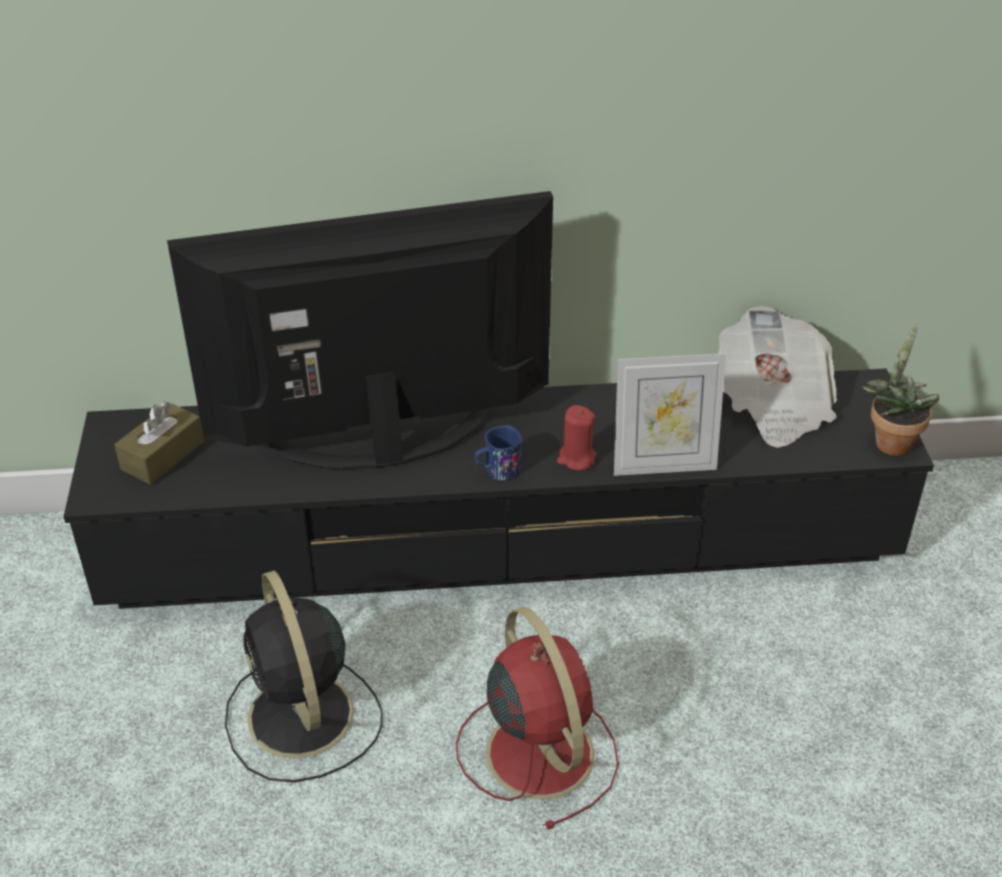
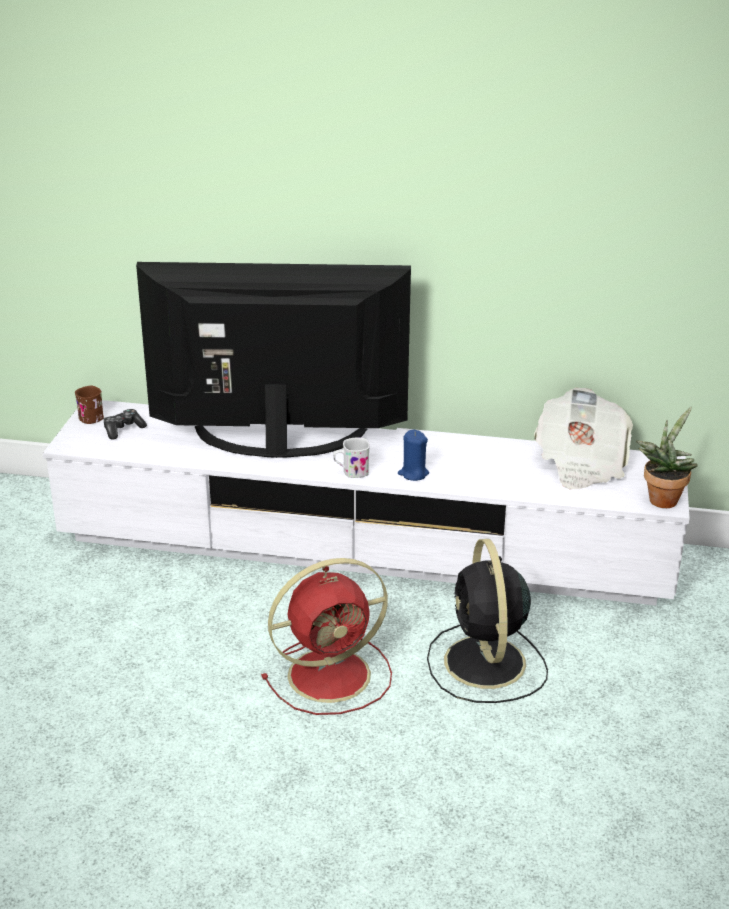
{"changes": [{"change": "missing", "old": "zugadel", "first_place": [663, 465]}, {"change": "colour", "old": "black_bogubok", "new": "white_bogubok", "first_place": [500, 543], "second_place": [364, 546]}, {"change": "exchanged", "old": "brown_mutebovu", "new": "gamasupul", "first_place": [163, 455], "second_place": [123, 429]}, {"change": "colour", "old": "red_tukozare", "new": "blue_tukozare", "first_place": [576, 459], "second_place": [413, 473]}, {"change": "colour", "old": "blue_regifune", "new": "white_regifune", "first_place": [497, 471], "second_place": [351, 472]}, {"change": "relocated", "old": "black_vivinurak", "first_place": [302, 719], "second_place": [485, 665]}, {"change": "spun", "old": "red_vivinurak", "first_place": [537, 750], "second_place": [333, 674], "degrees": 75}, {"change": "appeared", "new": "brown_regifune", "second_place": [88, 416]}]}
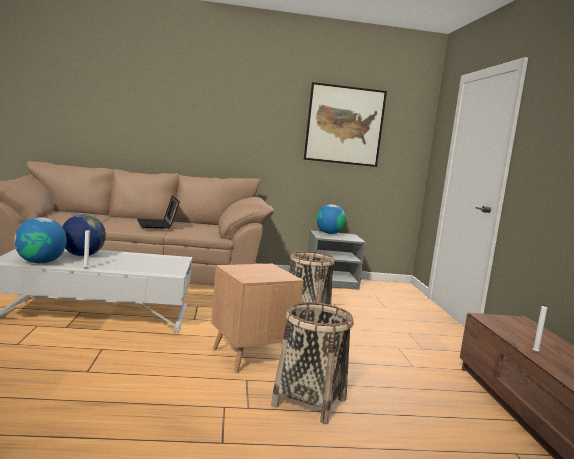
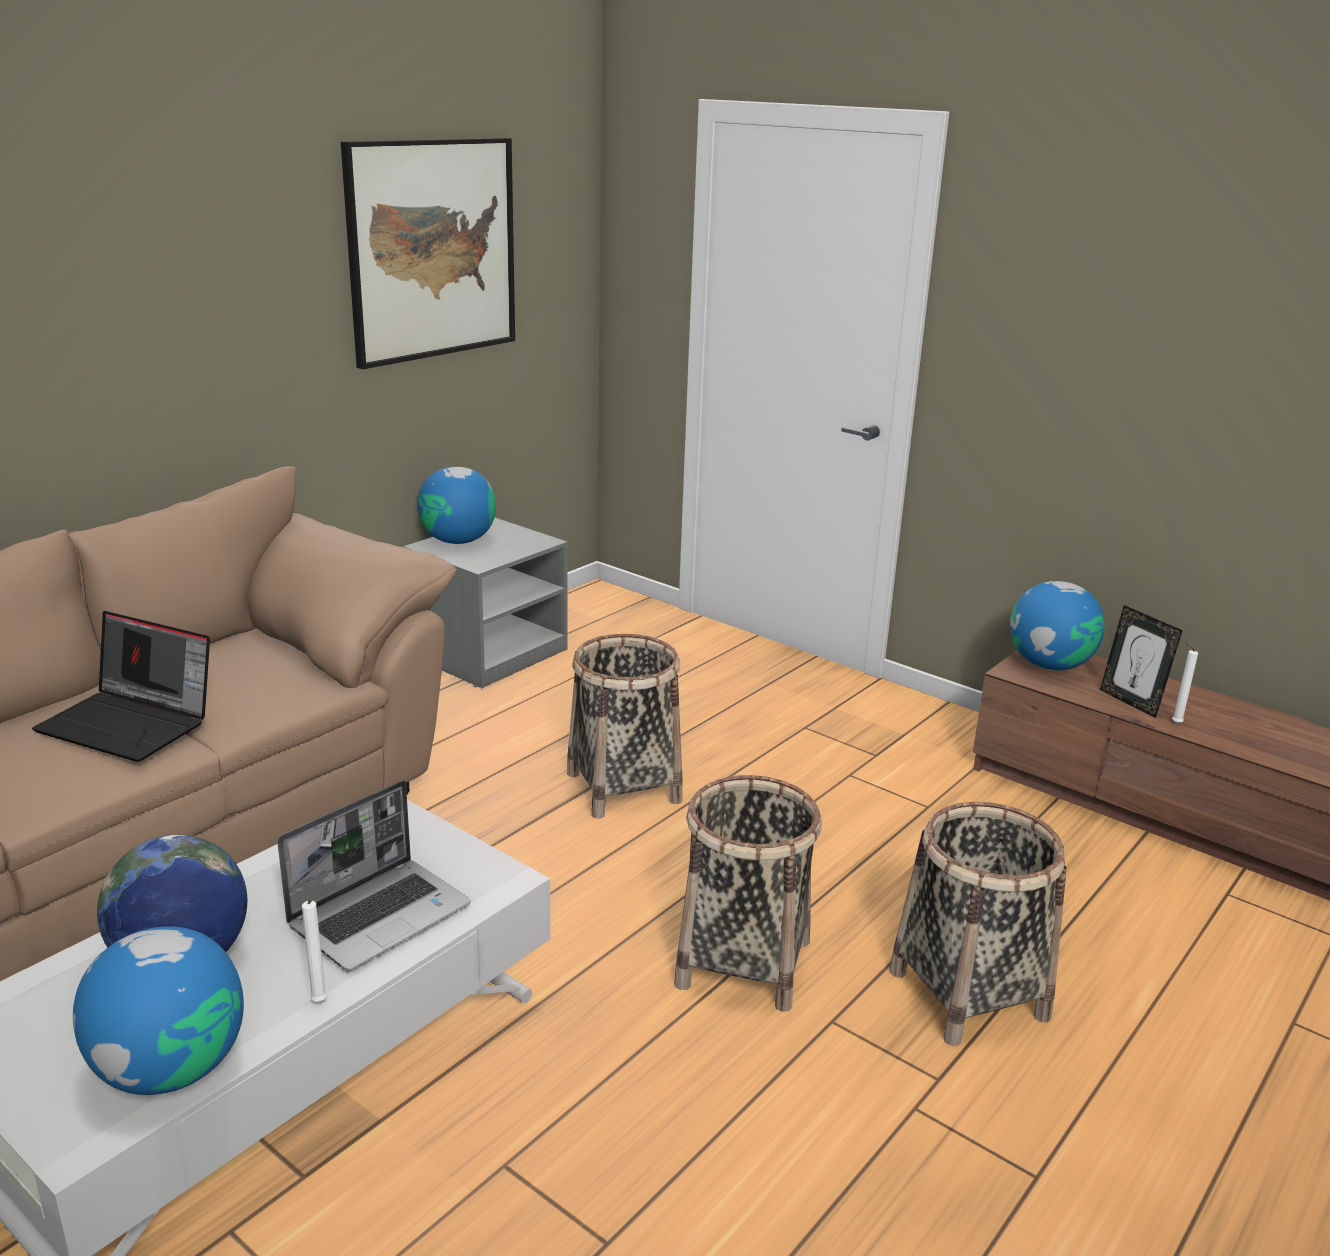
{"changes": [{"change": "exchanged", "old": "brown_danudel", "new": "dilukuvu", "first_place": [250, 357], "second_place": [743, 963]}, {"change": "appeared", "new": "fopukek", "second_place": [1050, 665]}, {"change": "appeared", "new": "zugadel", "second_place": [1130, 702]}, {"change": "appeared", "new": "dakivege", "second_place": [381, 914]}]}
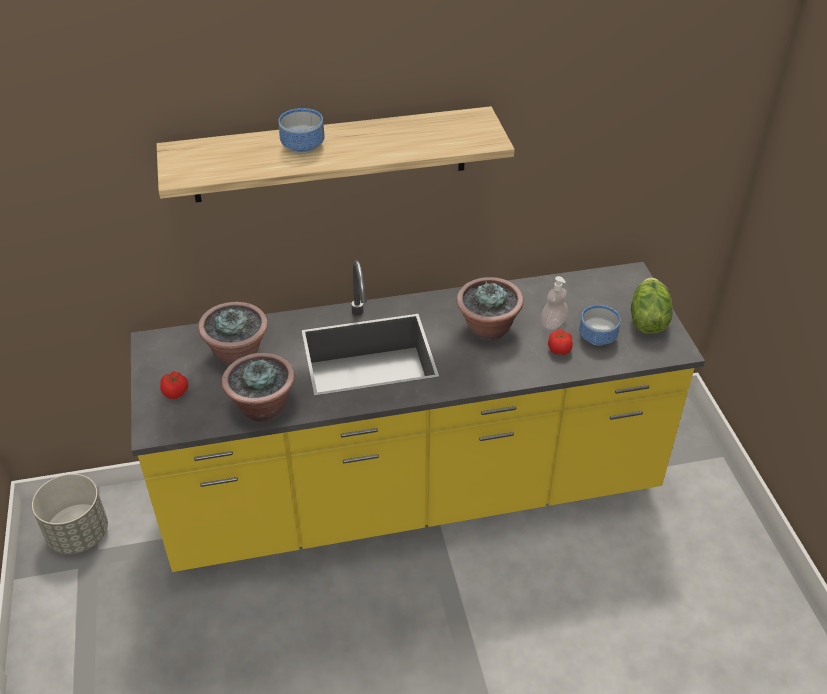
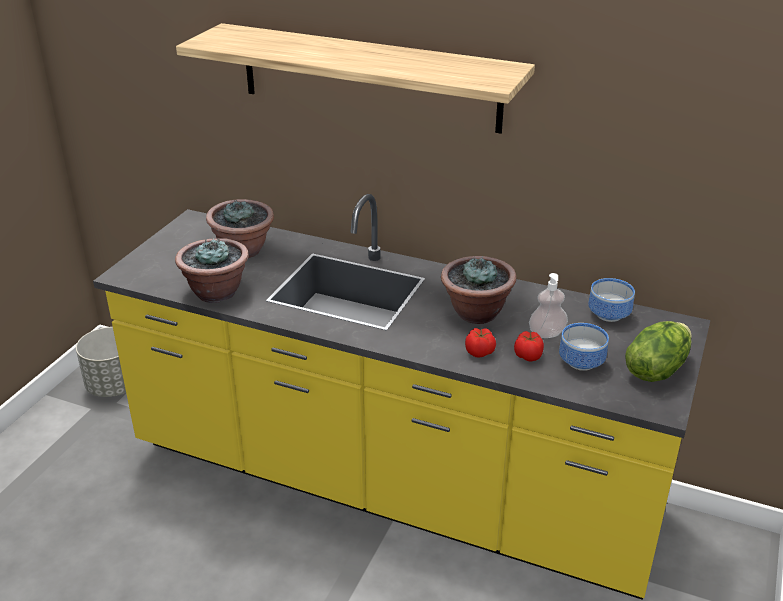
{"changes": [{"change": "relocated", "old": "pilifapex", "first_place": [304, 145], "second_place": [610, 314]}, {"change": "relocated", "old": "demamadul", "first_place": [176, 392], "second_place": [480, 352]}]}
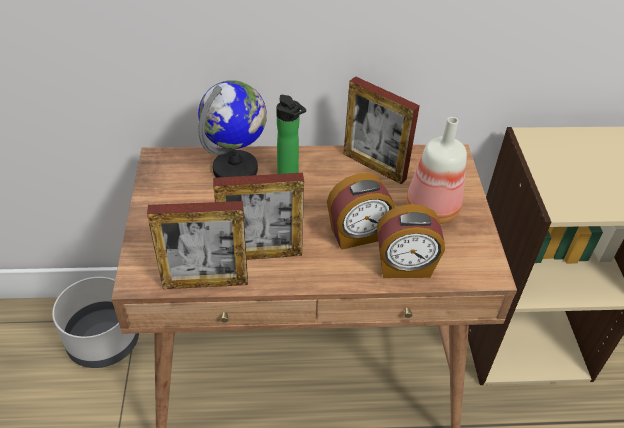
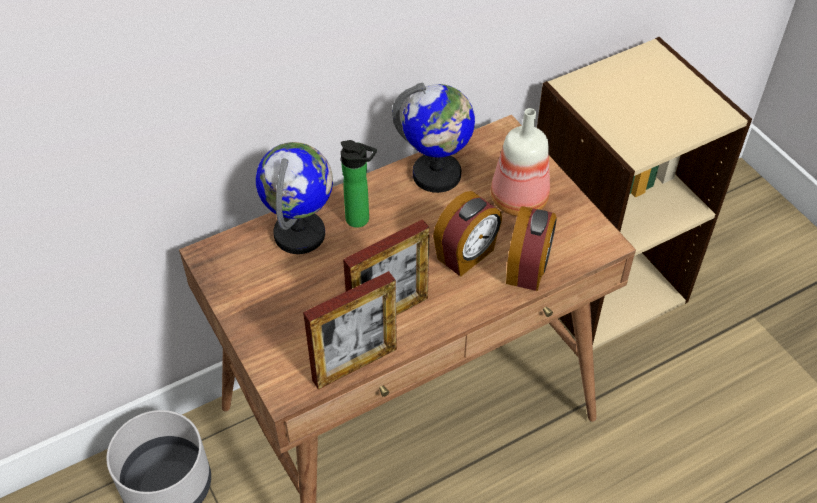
{"changes": [{"change": "exchanged", "old": "zugadel", "new": "fopukek", "first_place": [374, 166], "second_place": [437, 175]}, {"change": "spun", "old": "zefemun", "first_place": [404, 267], "second_place": [528, 269], "degrees": -45}]}
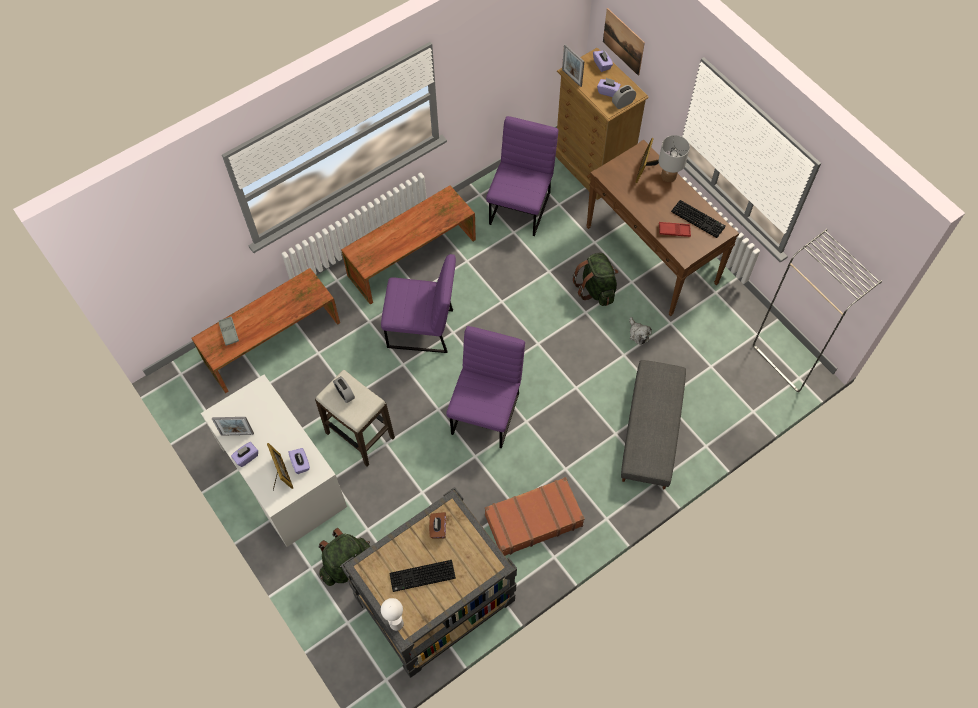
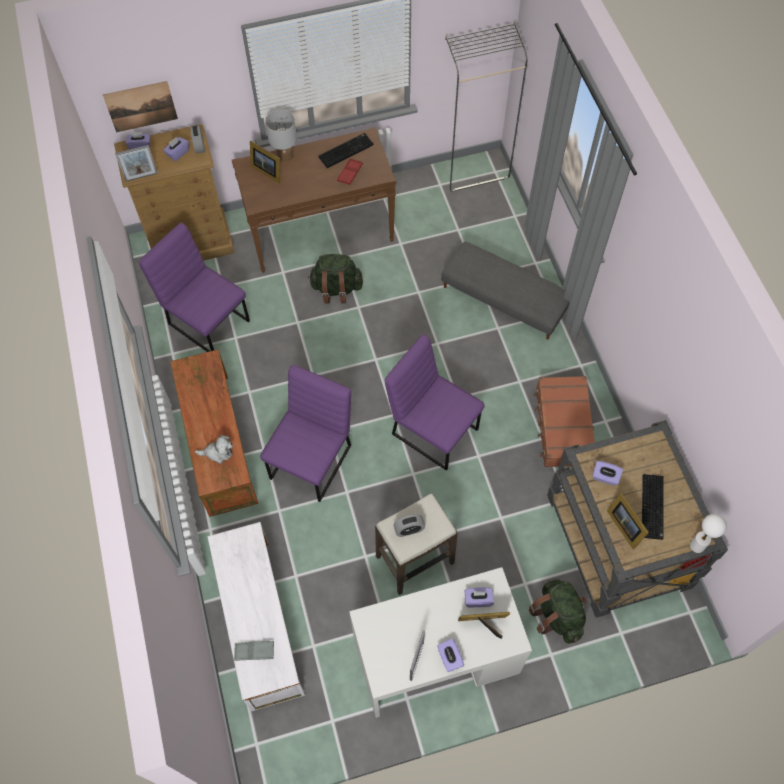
{"changes": [{"change": "colour", "old": "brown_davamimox", "new": "white_davamimox", "first_place": [272, 340], "second_place": [258, 622]}, {"change": "relocated", "old": "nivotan", "first_place": [638, 334], "second_place": [218, 452]}, {"change": "colour", "old": "brown_mutebovu", "new": "purple_mutebovu", "first_place": [438, 528], "second_place": [605, 477]}, {"change": "appeared", "new": "zugadel", "second_place": [624, 525]}]}
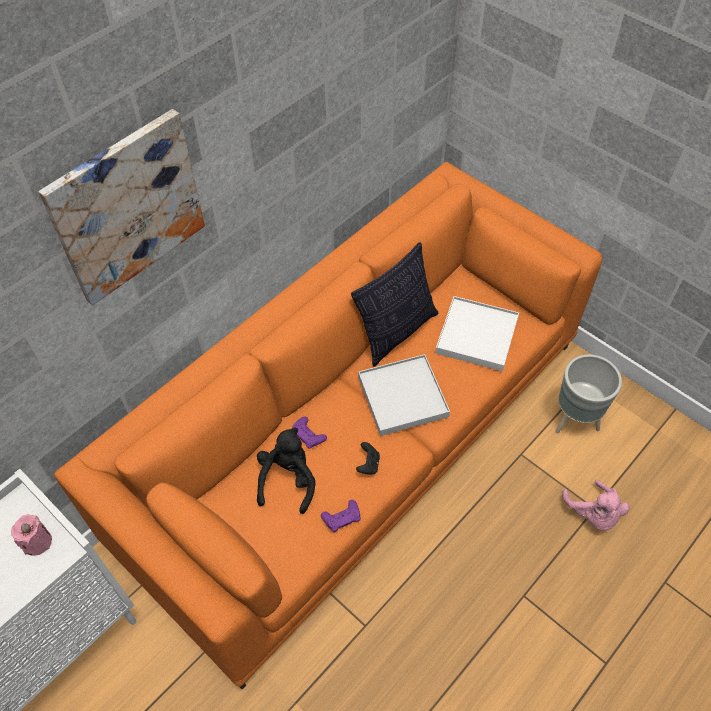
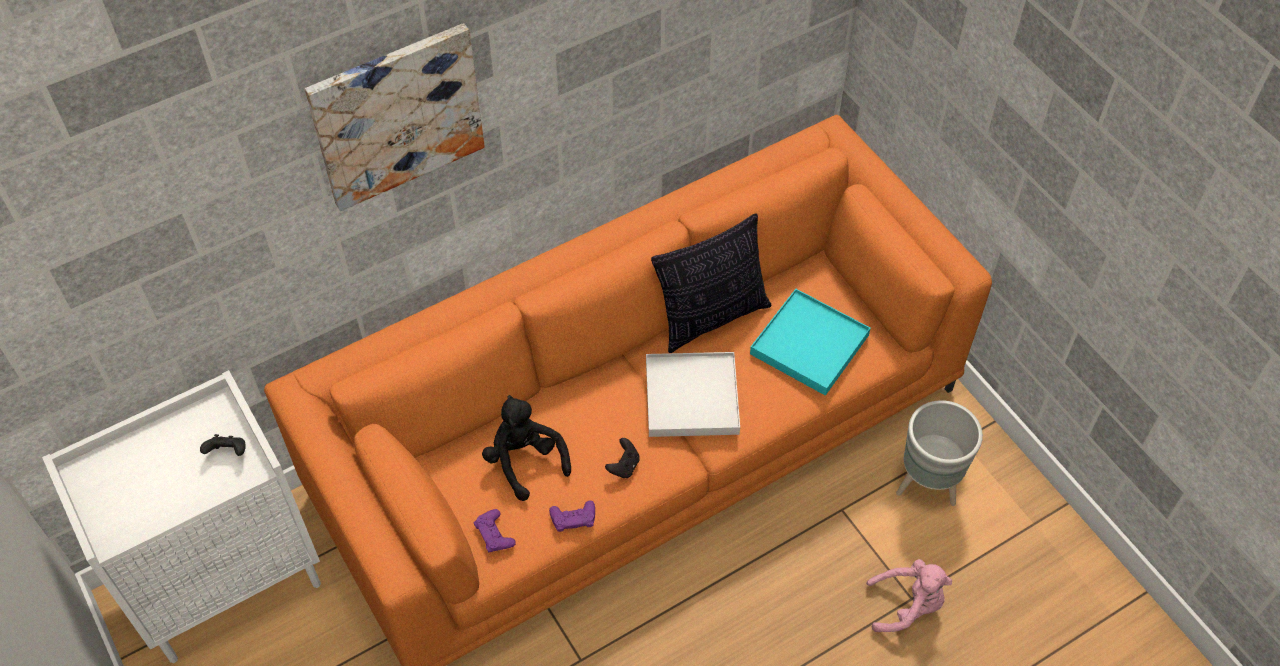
{"changes": [{"change": "colour", "old": "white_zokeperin", "new": "turquoise_zokeperin", "first_place": [476, 335], "second_place": [809, 344]}, {"change": "relocated", "old": "purple_gamasupul", "first_place": [308, 435], "second_place": [494, 534]}, {"change": "spun", "old": "black_nivotan", "first_place": [288, 480], "second_place": [525, 461], "degrees": -60}, {"change": "spun", "old": "pink_nivotan", "first_place": [593, 514], "second_place": [907, 605], "degrees": -90}, {"change": "exchanged", "old": "pink_tukozare", "new": "black_gamasupul", "first_place": [37, 542], "second_place": [228, 452]}]}
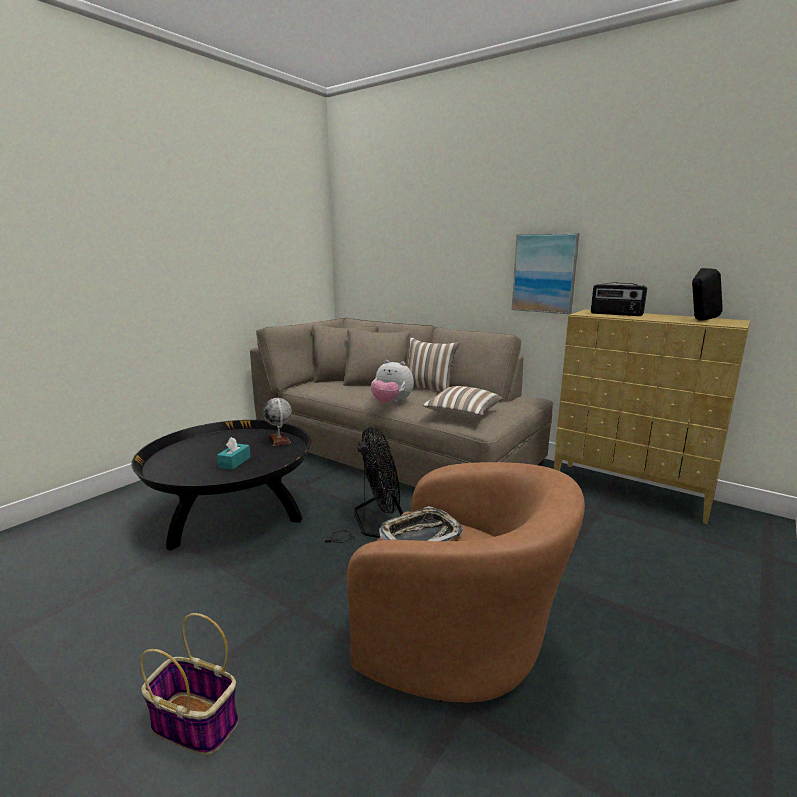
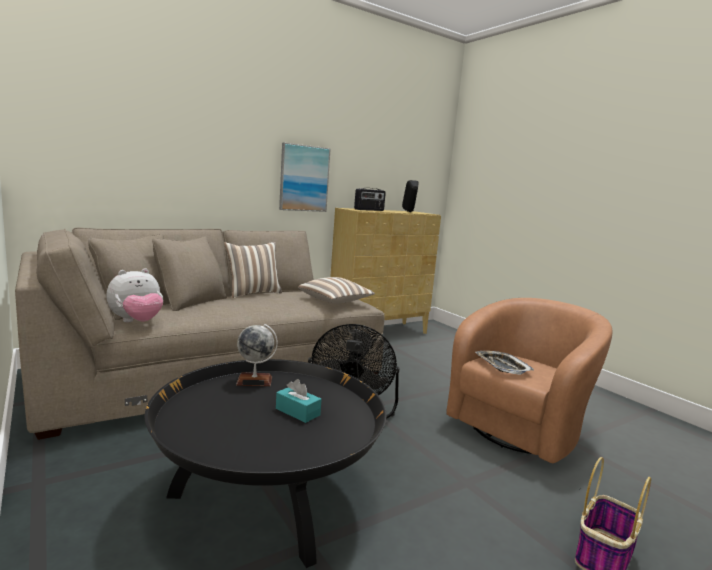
{"changes": [{"change": "relocated", "old": "nivotan", "first_place": [391, 403], "second_place": [137, 322]}]}
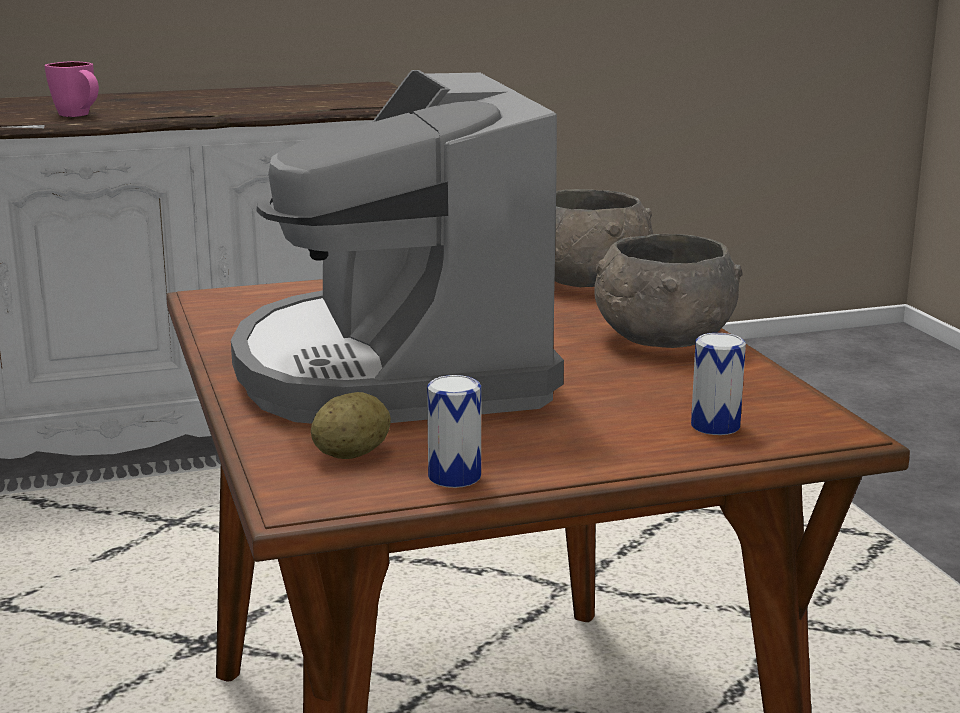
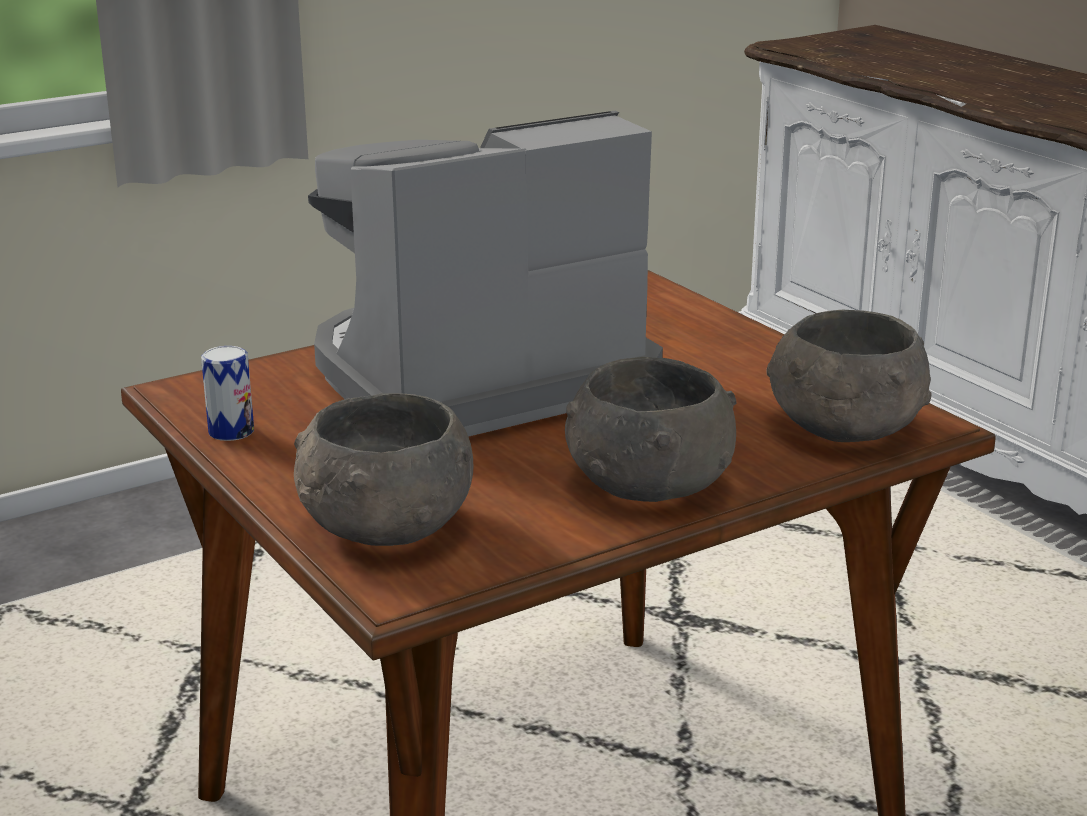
{"changes": [{"change": "missing", "old": "pink_regifune", "first_place": [79, 116]}, {"change": "exchanged", "old": "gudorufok", "new": "grey_pilifapex", "first_place": [715, 426], "second_place": [385, 527]}, {"change": "missing", "old": "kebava", "first_place": [352, 454]}]}
